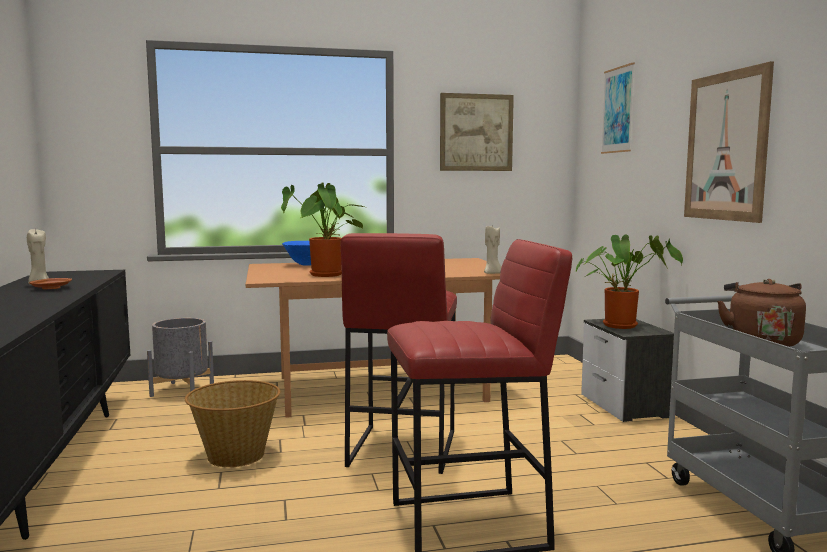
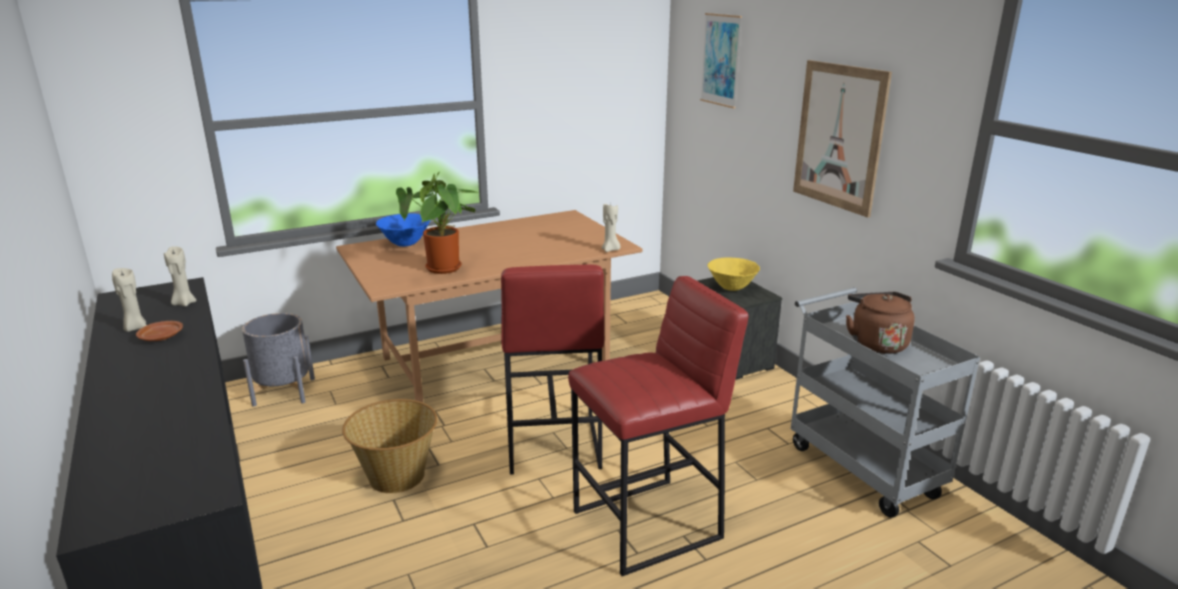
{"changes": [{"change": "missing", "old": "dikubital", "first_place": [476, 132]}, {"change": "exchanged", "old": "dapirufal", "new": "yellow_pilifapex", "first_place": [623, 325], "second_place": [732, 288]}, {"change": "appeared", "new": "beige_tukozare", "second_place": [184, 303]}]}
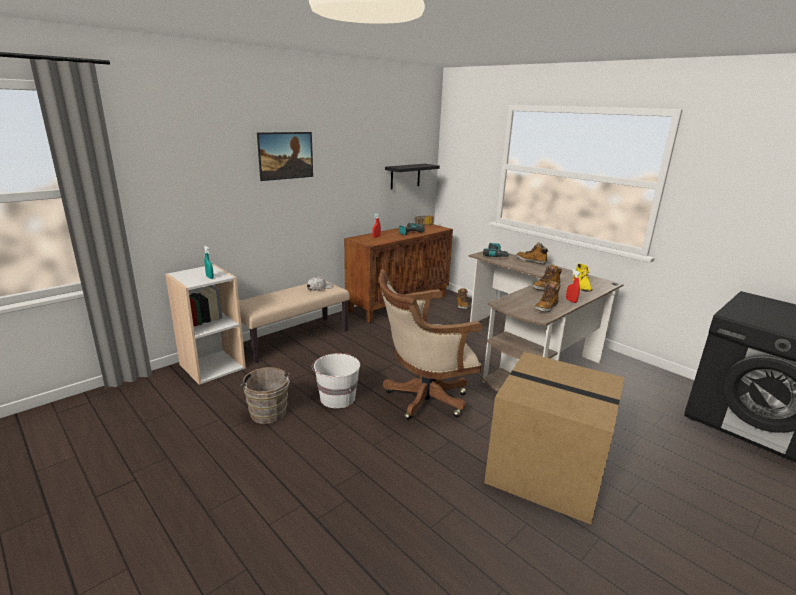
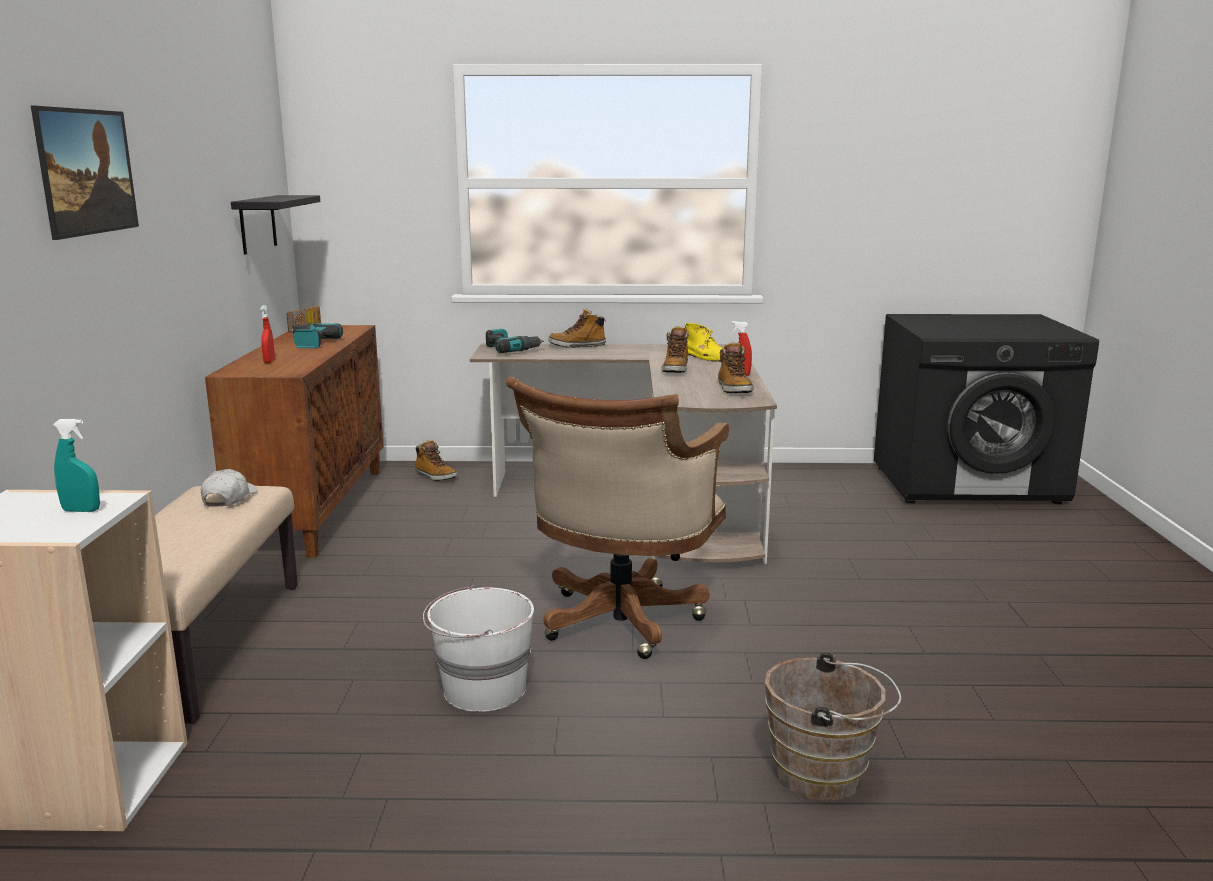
{"changes": [{"change": "missing", "old": "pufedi", "first_place": [544, 470]}, {"change": "relocated", "old": "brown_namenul", "first_place": [269, 415], "second_place": [826, 775]}]}
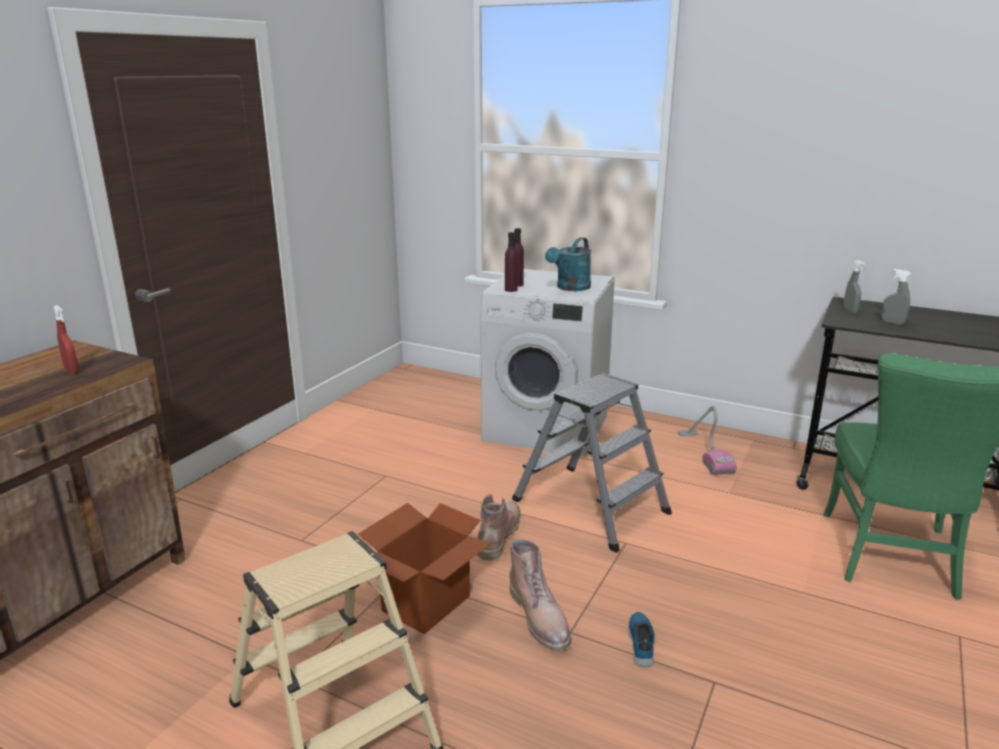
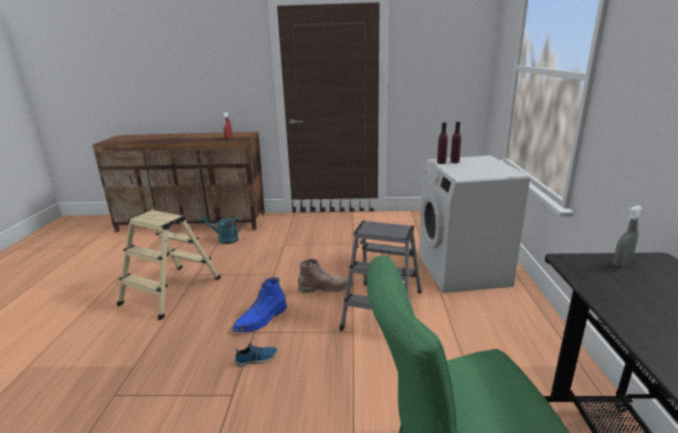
{"changes": [{"change": "relocated", "old": "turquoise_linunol", "first_place": [570, 288], "second_place": [225, 240]}, {"change": "missing", "old": "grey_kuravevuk", "first_place": [892, 323]}, {"change": "missing", "old": "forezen", "first_place": [704, 453]}, {"change": "missing", "old": "pufedi", "first_place": [426, 604]}, {"change": "colour", "old": "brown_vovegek", "new": "blue_vovegek", "first_place": [540, 618], "second_place": [261, 319]}]}
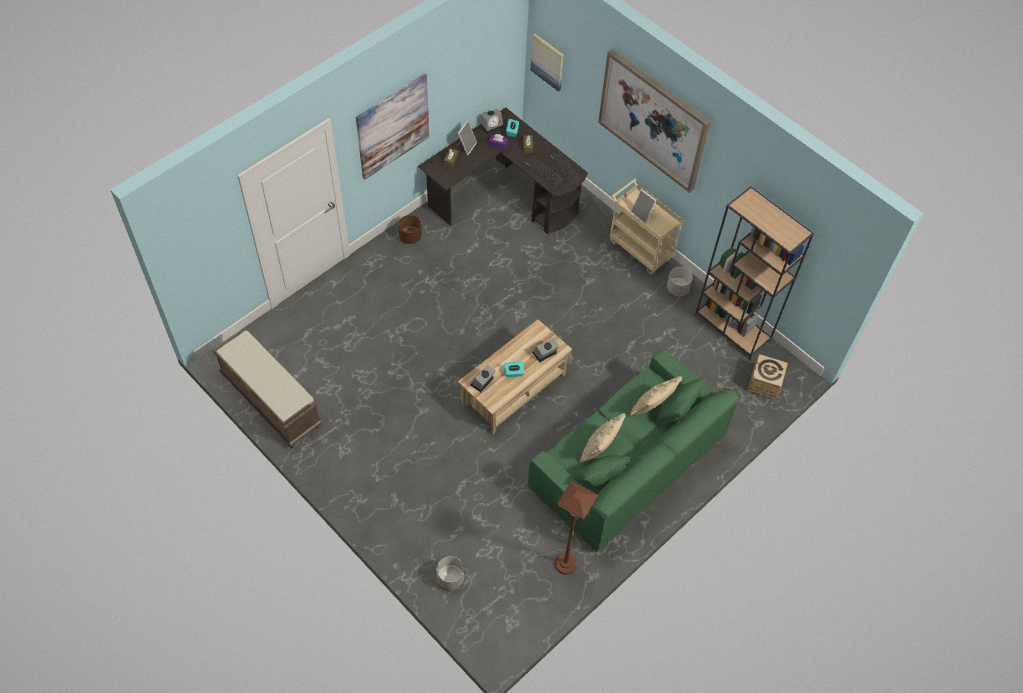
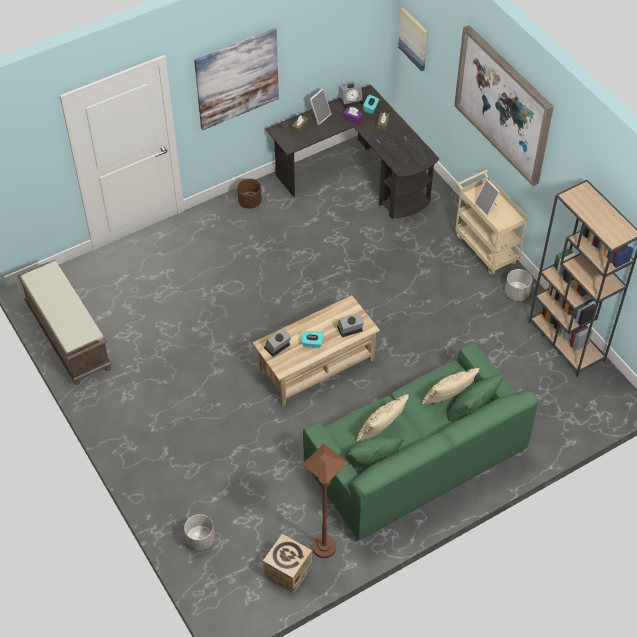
{"changes": [{"change": "relocated", "old": "pufedi", "first_place": [763, 385], "second_place": [288, 571]}]}
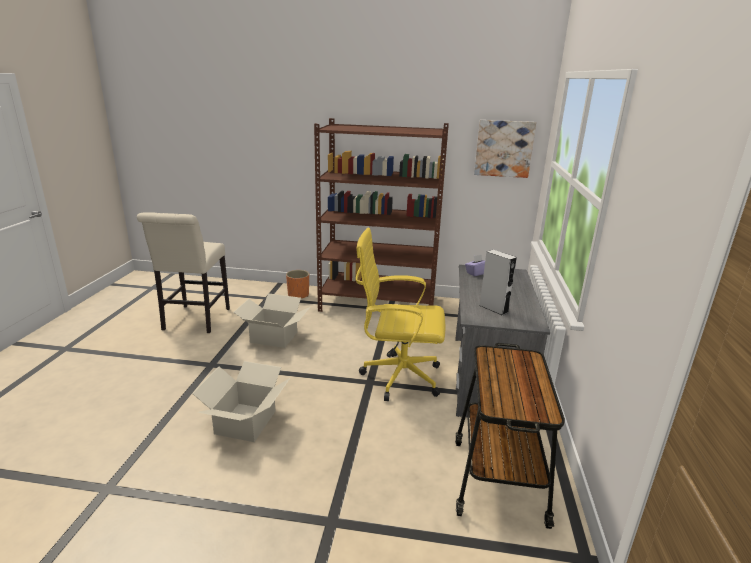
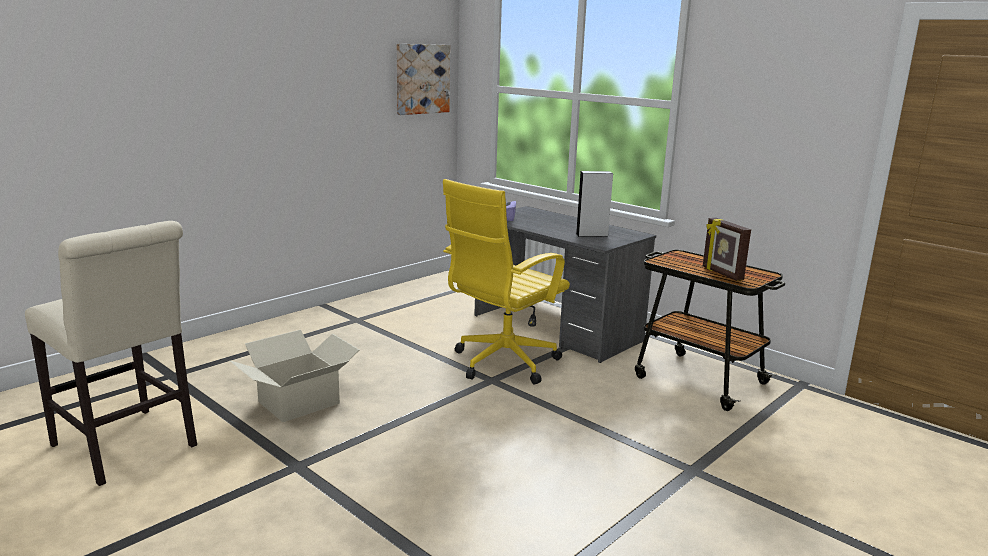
{"changes": [{"change": "missing", "old": "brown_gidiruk", "first_place": [378, 303]}, {"change": "missing", "old": "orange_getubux", "first_place": [298, 295]}, {"change": "missing", "old": "pufedi", "first_place": [246, 422]}, {"change": "appeared", "new": "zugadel", "second_place": [721, 274]}]}
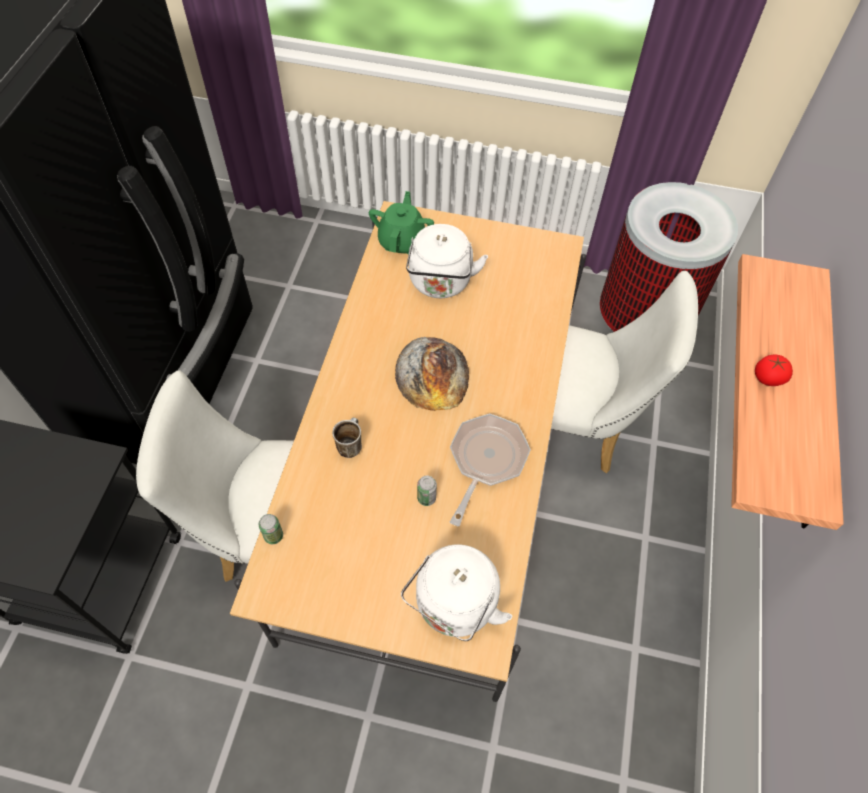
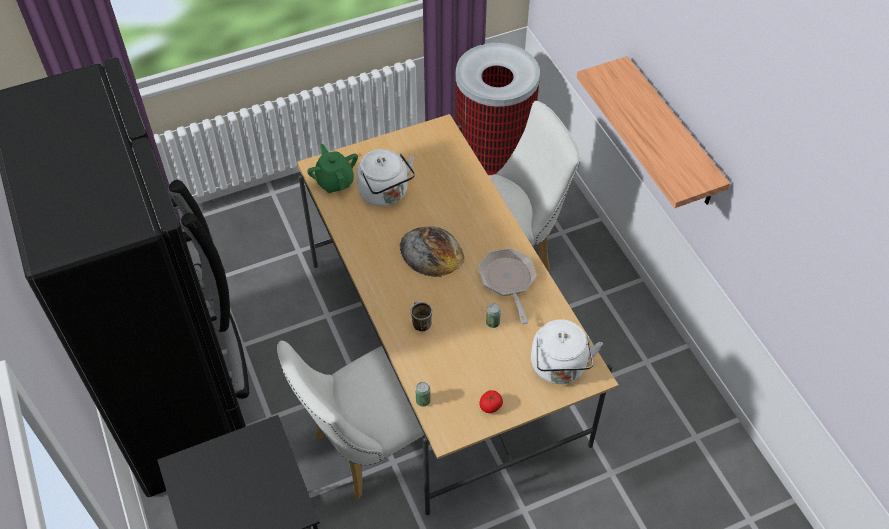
{"changes": [{"change": "relocated", "old": "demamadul", "first_place": [768, 378], "second_place": [490, 406]}]}
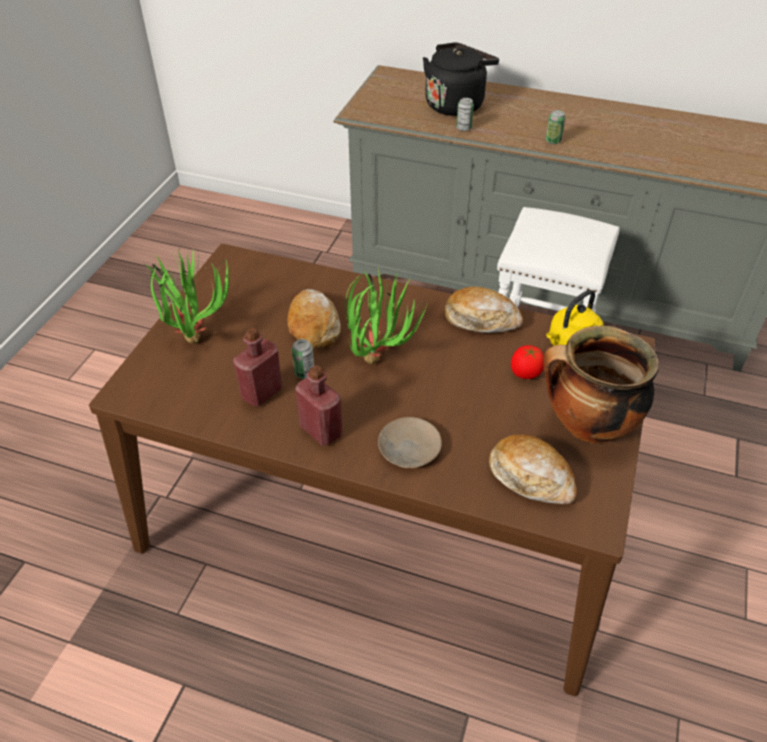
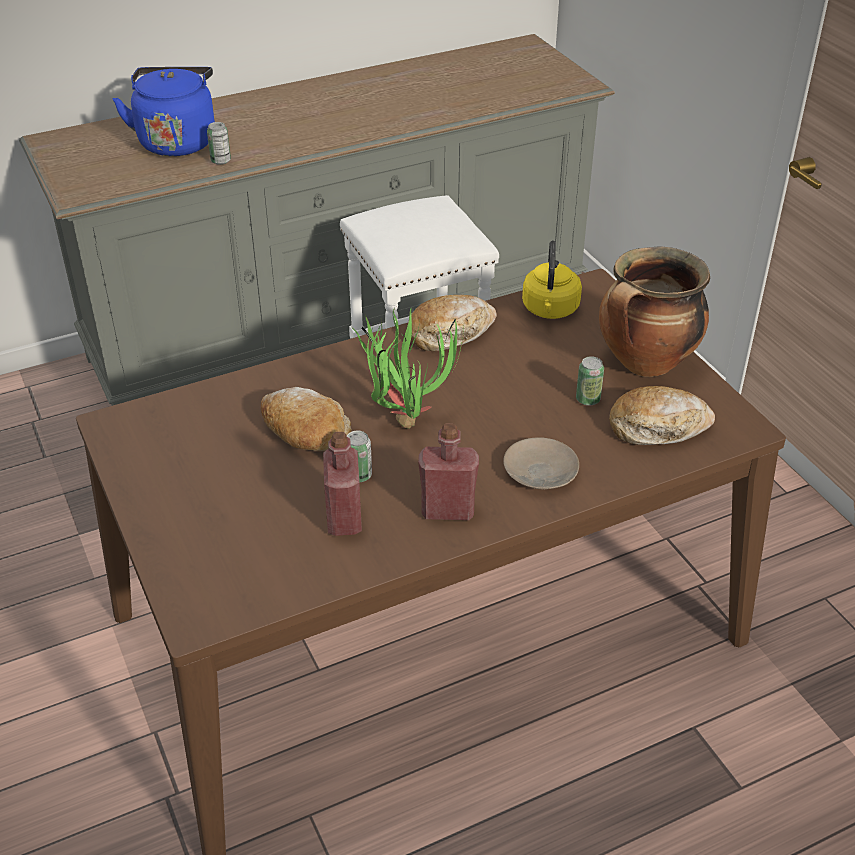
{"changes": [{"change": "colour", "old": "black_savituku", "new": "blue_savituku", "first_place": [456, 104], "second_place": [177, 141]}, {"change": "relocated", "old": "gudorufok", "first_place": [553, 141], "second_place": [587, 399]}, {"change": "missing", "old": "dapirufal", "first_place": [195, 333]}, {"change": "missing", "old": "demamadul", "first_place": [525, 373]}]}
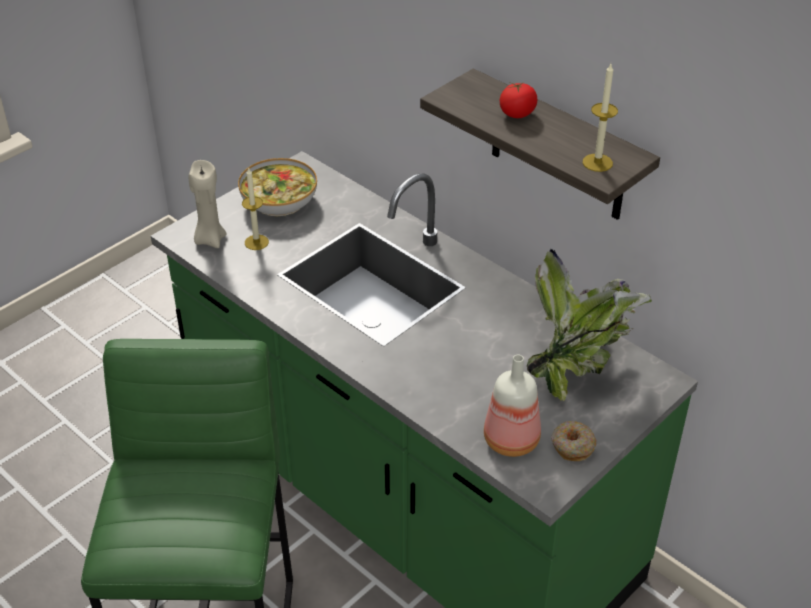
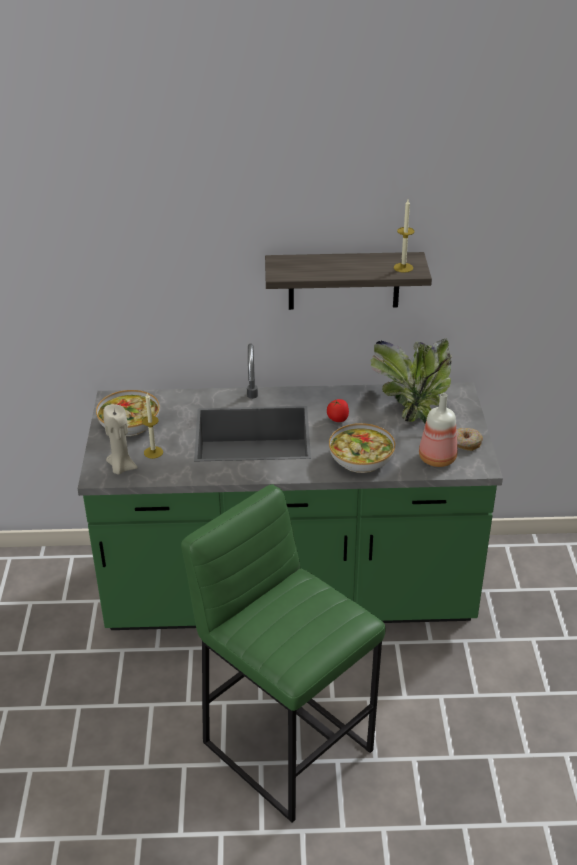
{"changes": [{"change": "relocated", "old": "demamadul", "first_place": [517, 114], "second_place": [338, 419]}, {"change": "appeared", "new": "pilifapex", "second_place": [361, 459]}]}
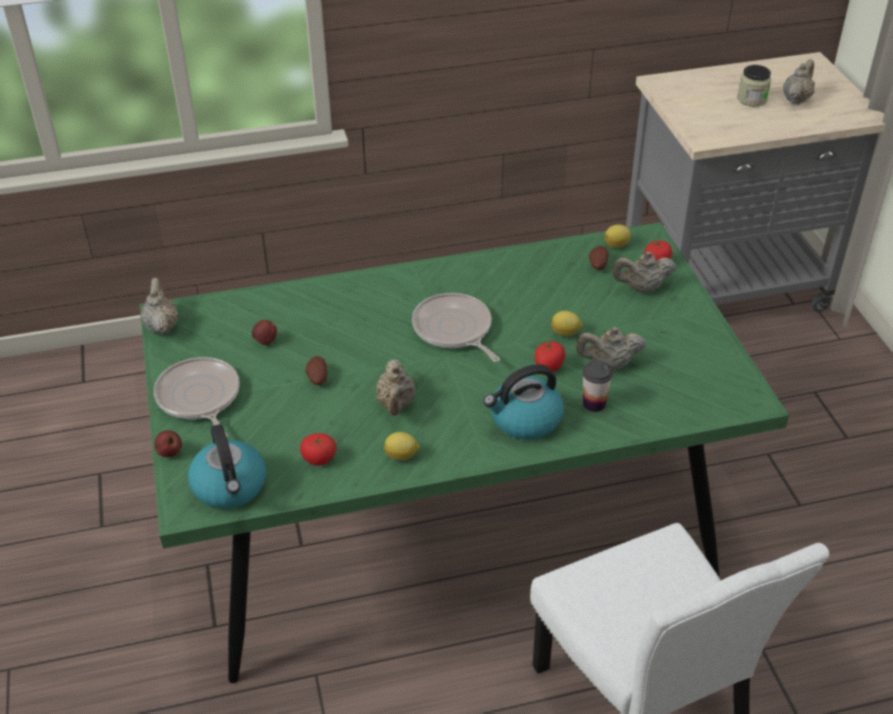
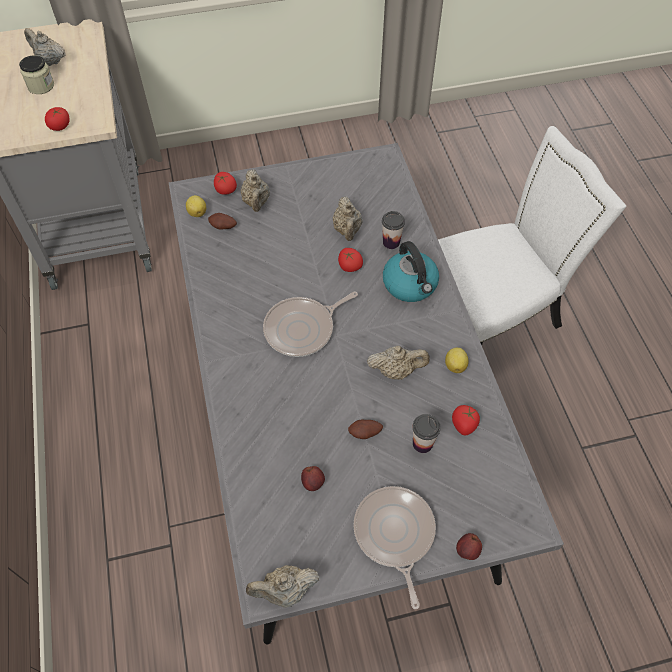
{"changes": [{"change": "colour", "old": "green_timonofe", "new": "grey_timonofe", "first_place": [445, 519], "second_place": [337, 430]}, {"change": "missing", "old": "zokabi", "first_place": [566, 333]}, {"change": "spun", "old": "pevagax", "first_place": [199, 398], "second_place": [394, 534], "degrees": 105}, {"change": "missing", "old": "savituku", "first_place": [230, 487]}, {"change": "appeared", "new": "demamadul", "second_place": [60, 126]}, {"change": "appeared", "new": "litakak", "second_place": [422, 443]}]}
